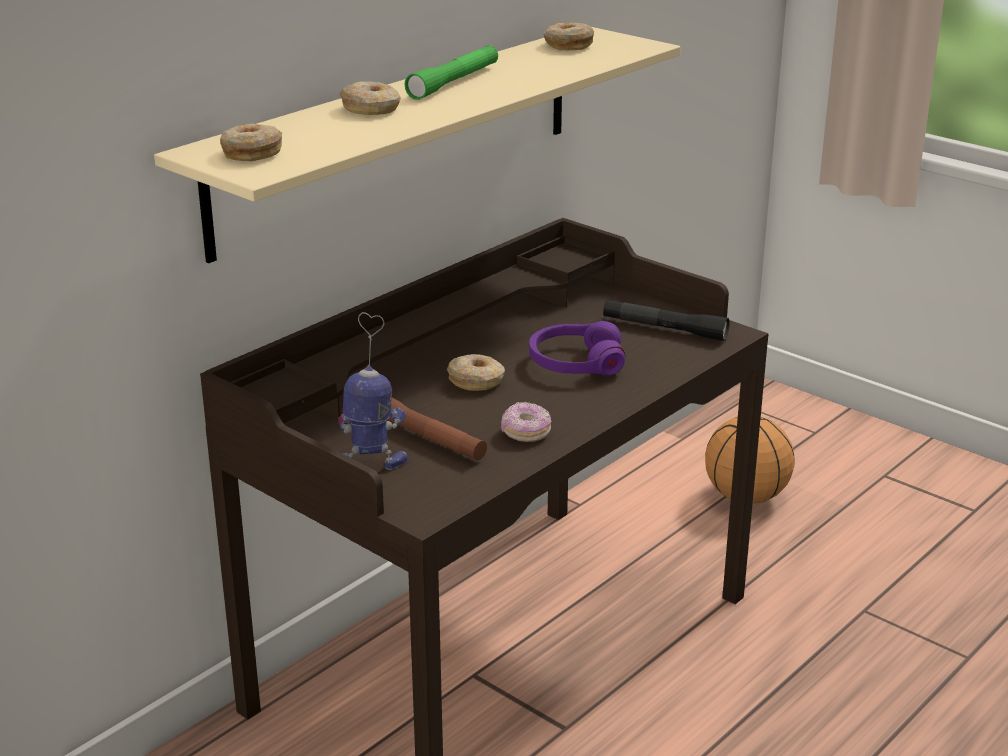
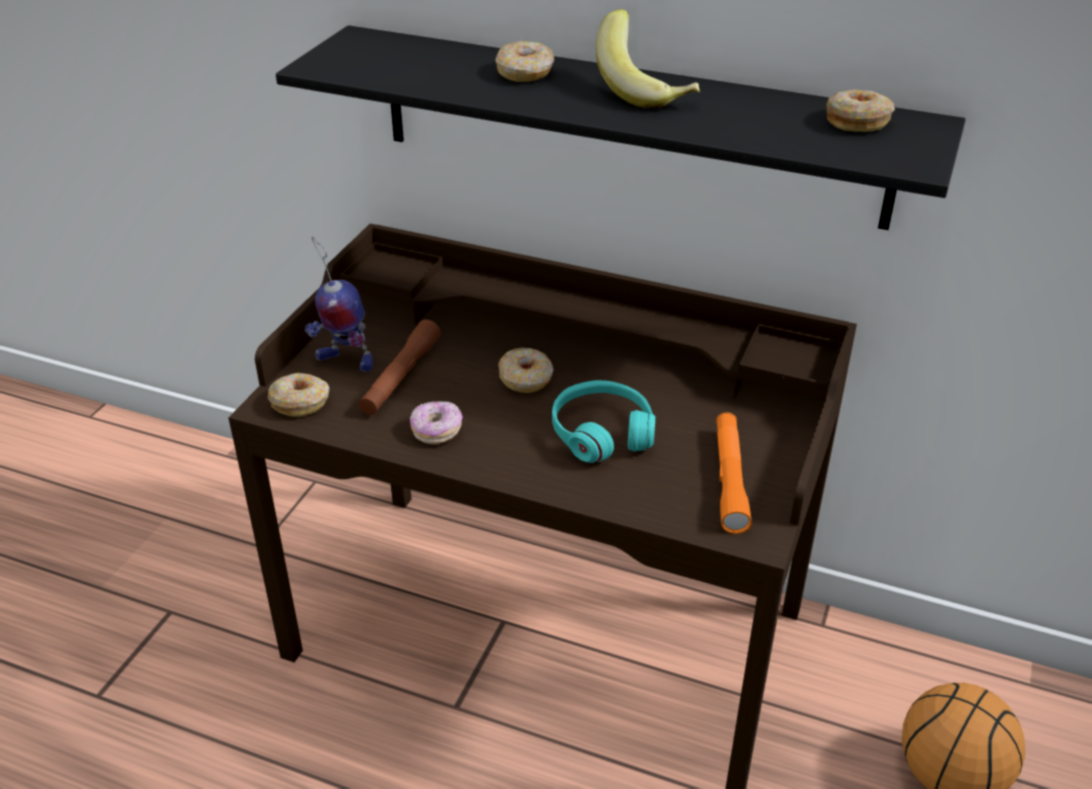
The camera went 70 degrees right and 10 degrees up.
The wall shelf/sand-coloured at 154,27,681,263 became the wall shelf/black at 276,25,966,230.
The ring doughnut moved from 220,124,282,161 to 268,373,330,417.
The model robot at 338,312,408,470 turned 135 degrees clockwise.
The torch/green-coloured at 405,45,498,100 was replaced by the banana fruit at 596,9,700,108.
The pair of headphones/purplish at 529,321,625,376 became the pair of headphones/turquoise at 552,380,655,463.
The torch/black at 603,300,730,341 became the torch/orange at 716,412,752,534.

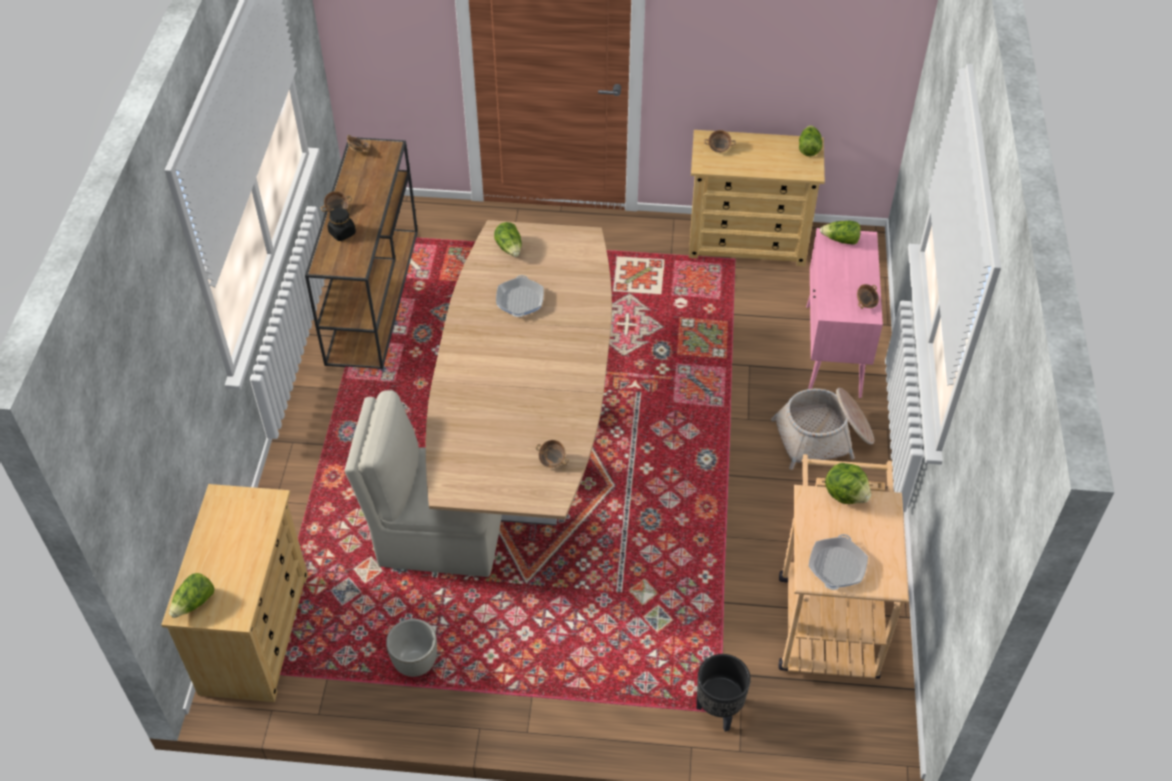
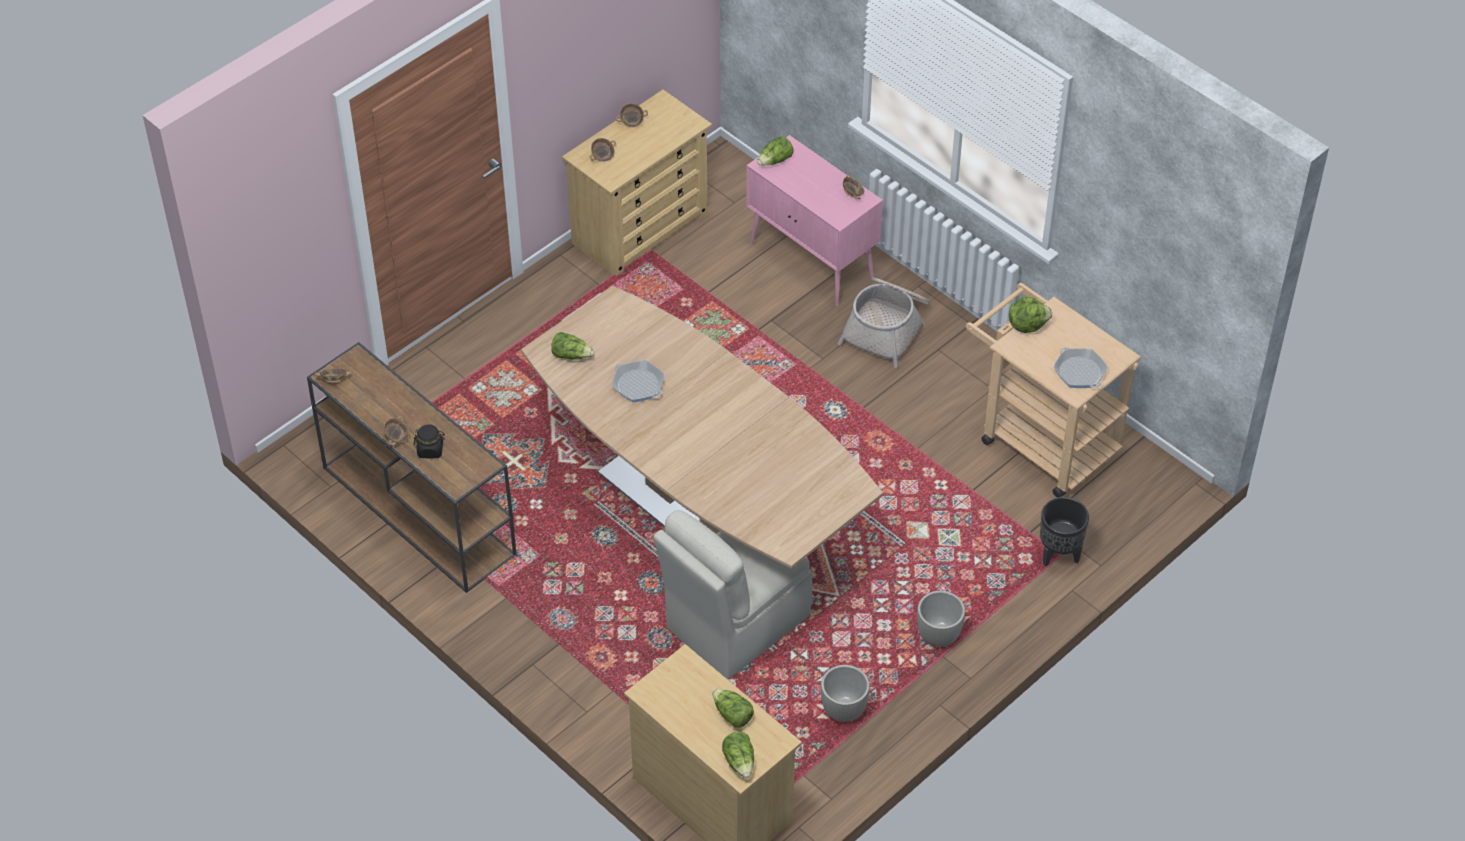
The camera went 50 degrees left and 0 degrees up.
The serving bowl moved from 536,440,569,468 to 616,103,648,127.
The lettuce moved from 799,125,822,156 to 712,689,754,728.
The plant pot/grey at 917,591,965,646 appeared.

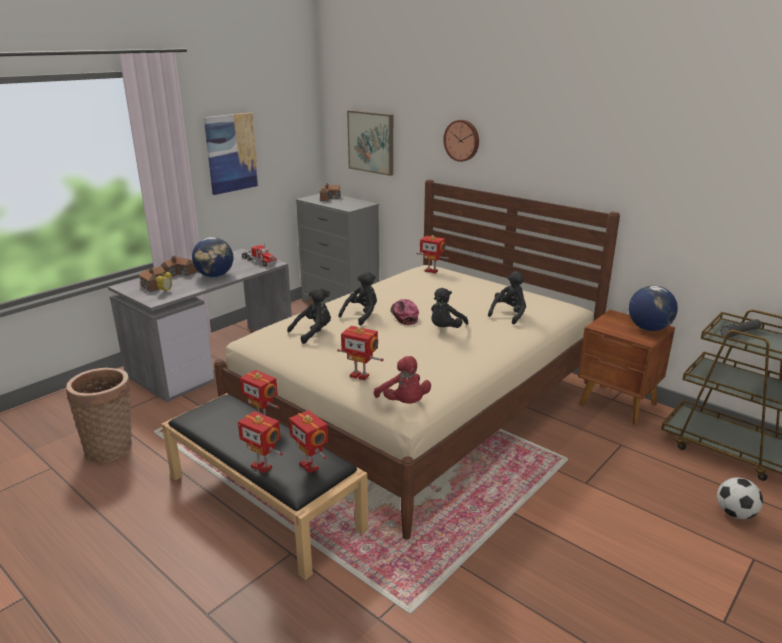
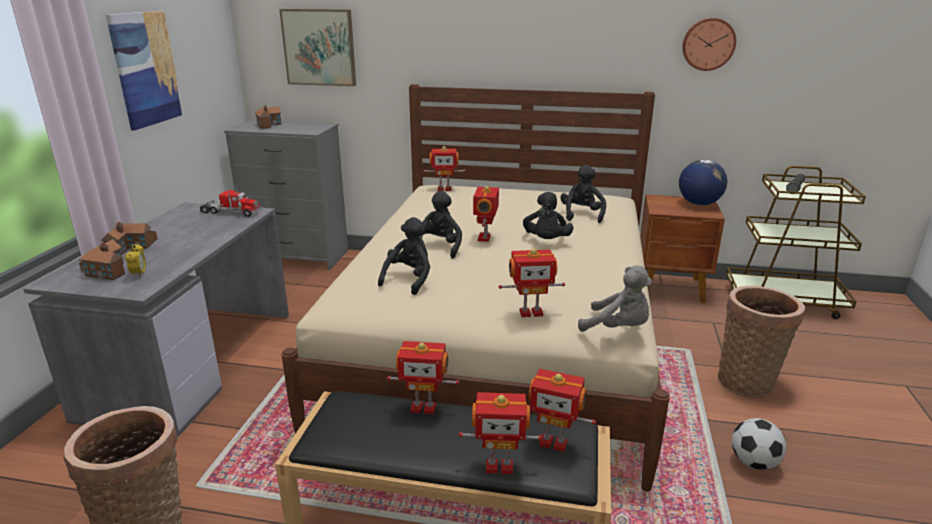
The camera went 30 degrees left and 0 degrees up.
The globe at 192,237,233,277 disappeared.
The soft toy/reddish at 374,356,431,404 became the soft toy/grey at 578,265,652,332.
The cap at 390,299,419,325 was replaced by the model robot at 473,186,499,242.
The clock on the wall moved from 443,120,479,162 to 682,18,736,71.
The football ball moved from 717,477,763,519 to 732,418,786,470.
The basket at 718,286,805,398 appeared.

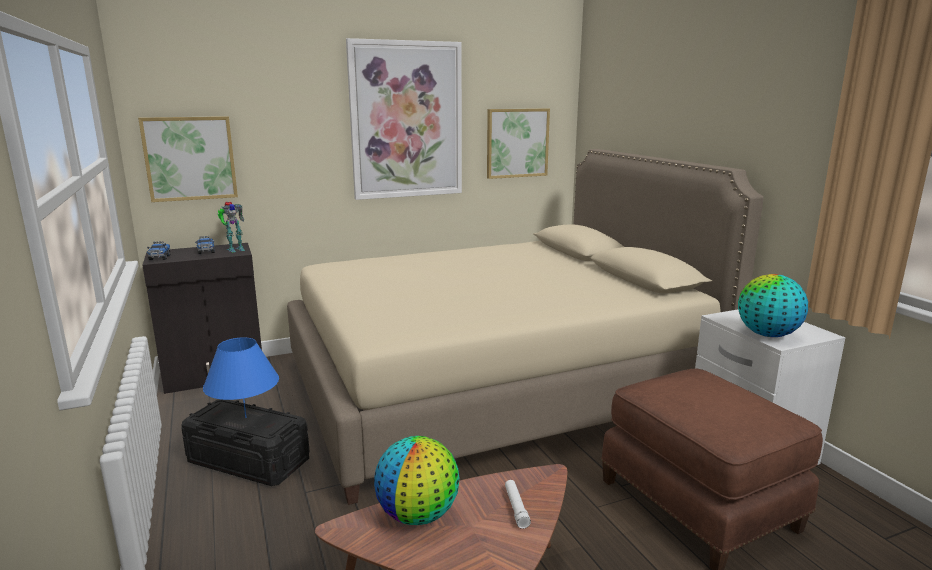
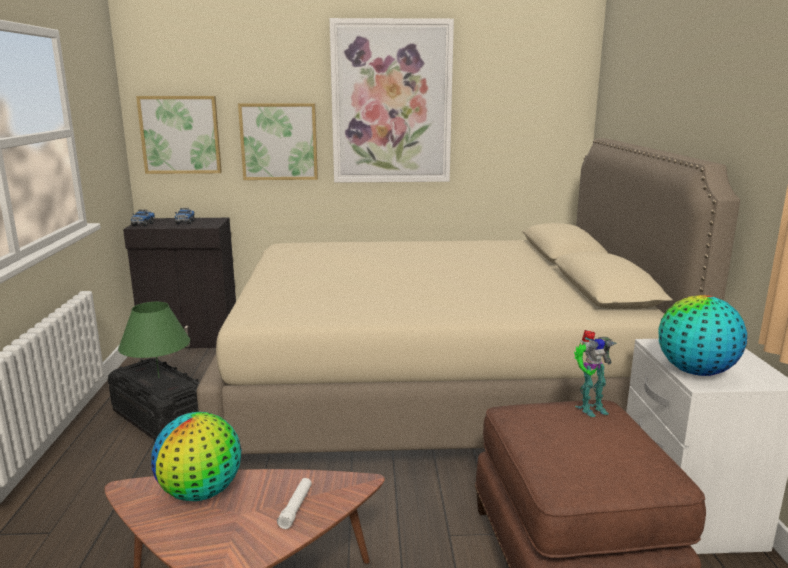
The camera went 20 degrees right and 0 degrees up.
The tabletop lamp/blue at 203,337,279,418 became the tabletop lamp/green-coloured at 118,302,190,378.
The model robot moved from 217,202,245,252 to 574,330,617,417.
The wall picture moved from 487,108,550,179 to 238,103,318,180.

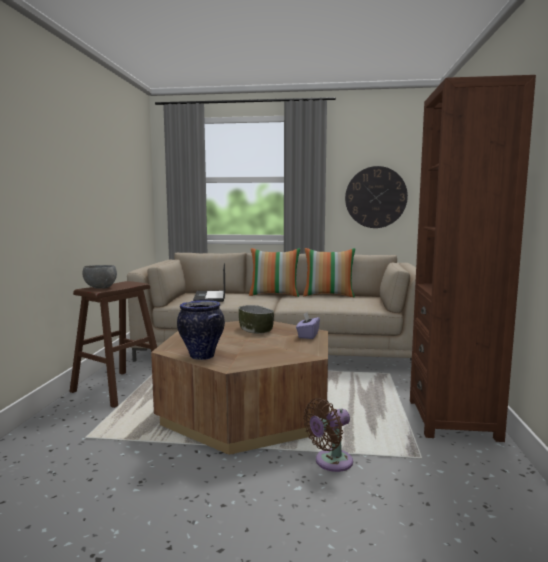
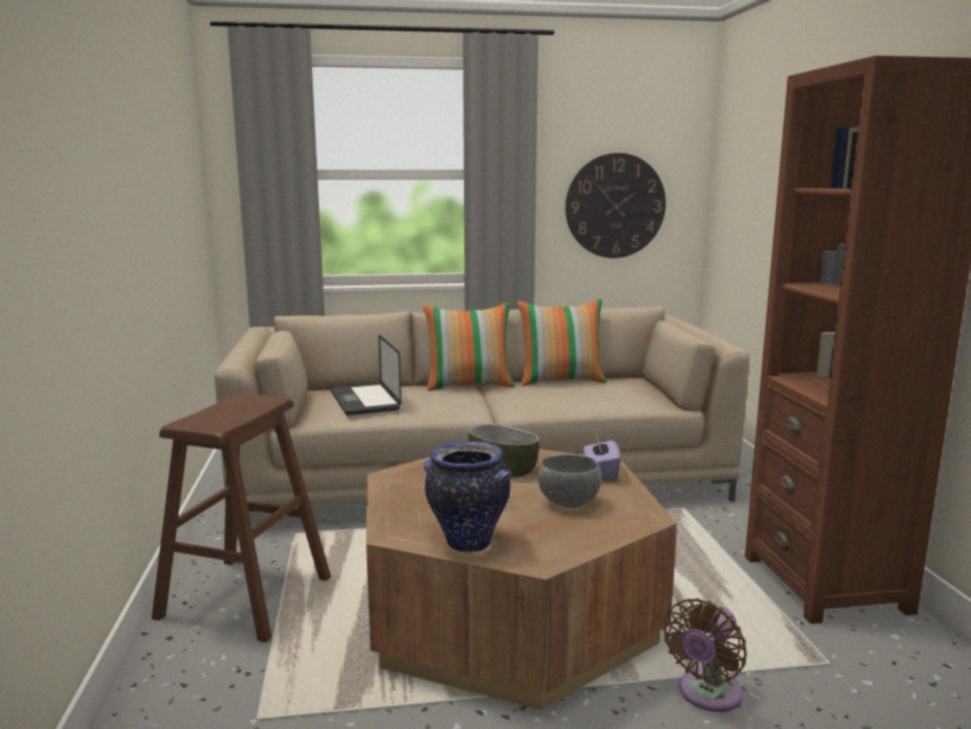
The camera went 15 degrees left and 5 degrees up.
The serving bowl/grey moved from 82,265,117,289 to 538,455,602,508.

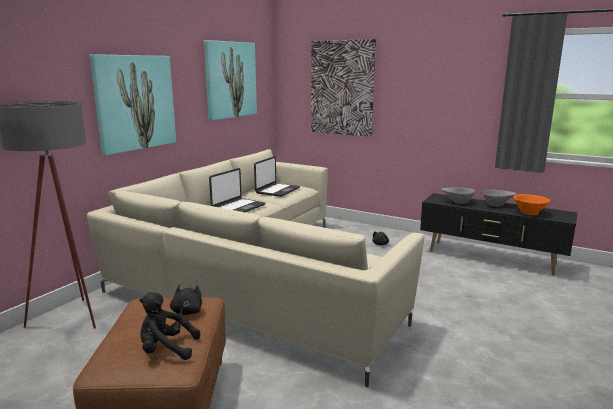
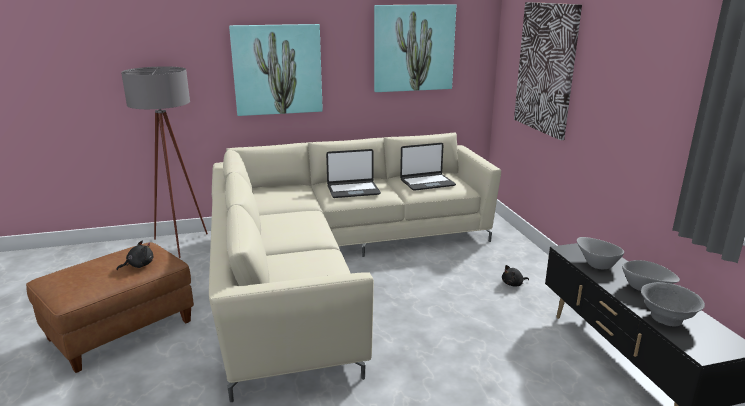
The camera went 45 degrees right and 5 degrees up.
The soft toy/black at 140,292,200,360 disappeared.
The serving bowl/orange at 513,194,550,215 became the serving bowl/grey at 641,282,705,326.

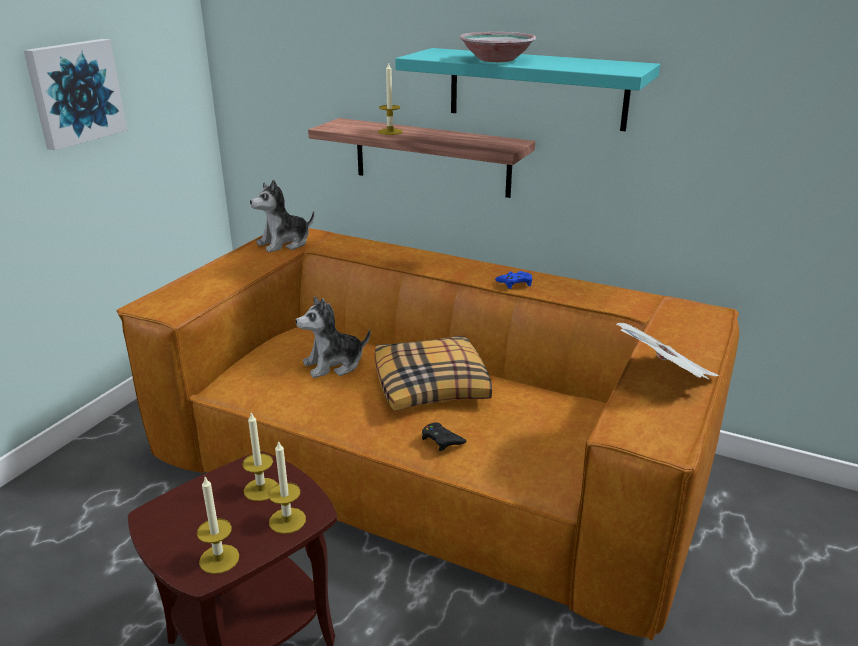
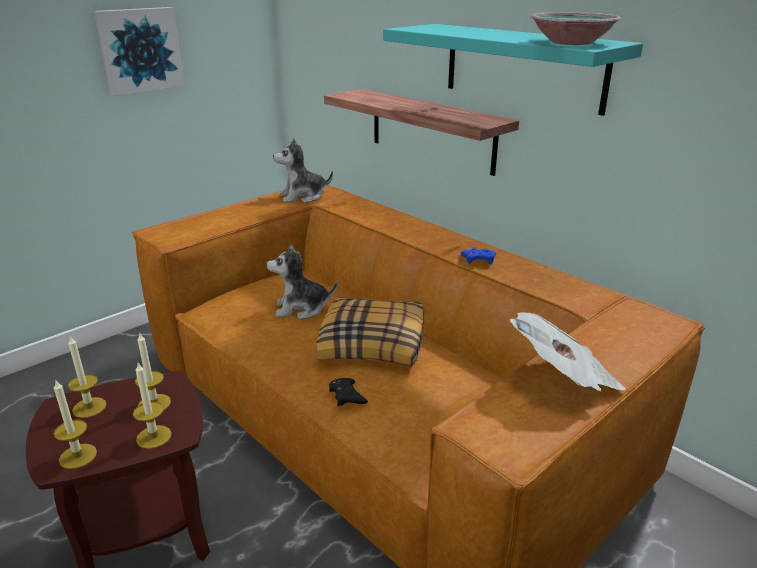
The camera went 20 degrees right and 0 degrees up.
The wax candle moved from 378,62,402,135 to 68,336,107,418.
The serving bowl moved from 459,32,536,62 to 531,12,621,45.

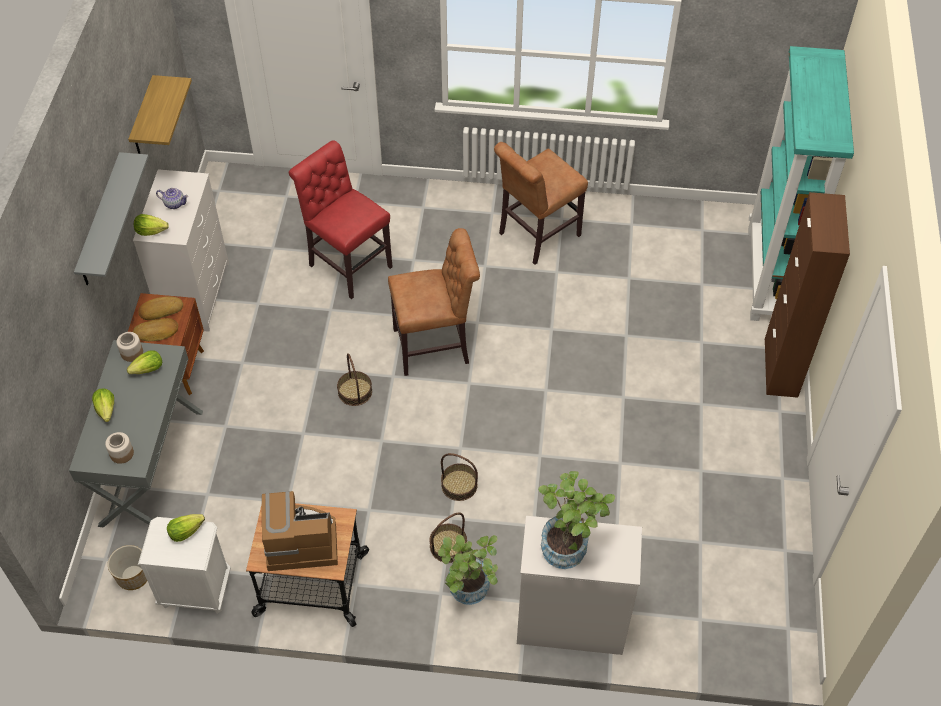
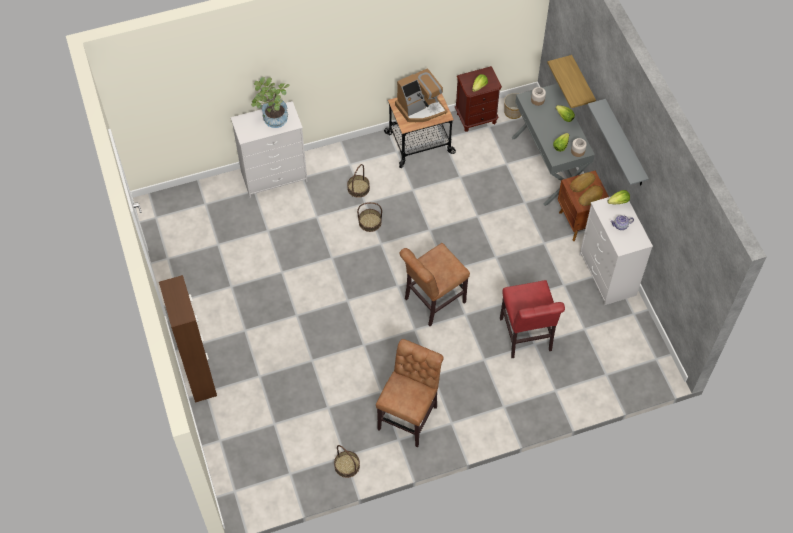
The camera went 155 degrees right and 5 degrees up.
The wall shelf moved from 128,75,192,154 to 547,55,596,108.
The night table/whitish at 138,517,231,614 became the night table/brown at 455,66,502,132.
The upright chair/reddish at 289,140,393,299 turned 60 degrees clockwise.
The basket moved from 337,353,372,406 to 334,445,360,478.
The houseplant at 438,534,498,605 disappeared.
The shelving unit/turquoise at 748,46,854,321 disappeared.

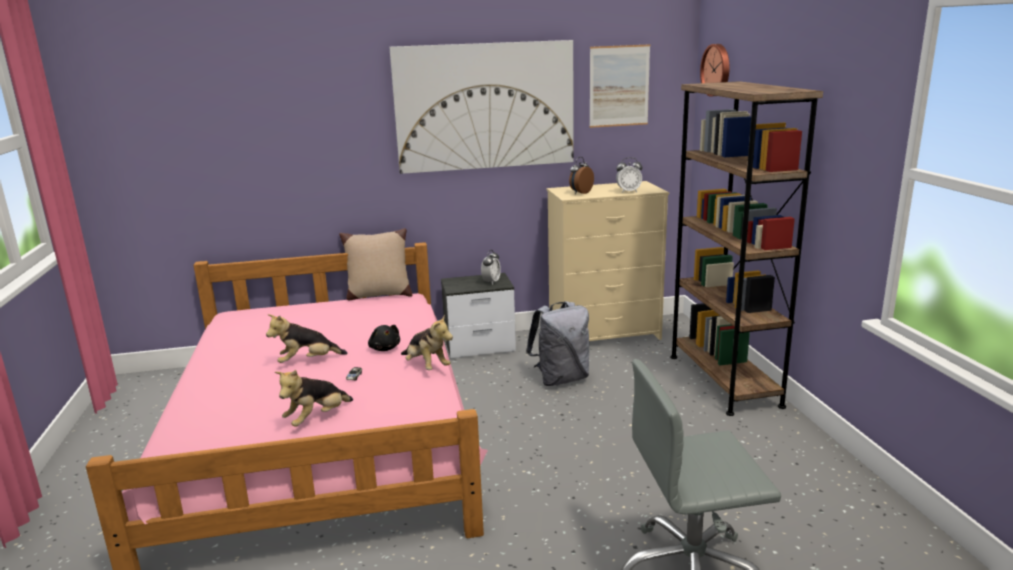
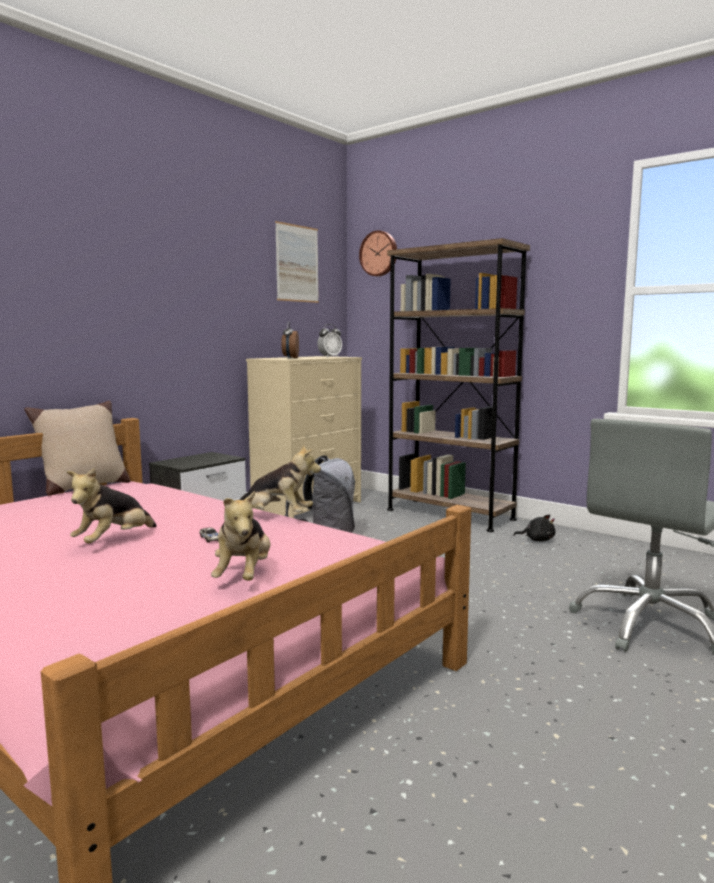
The camera went 40 degrees left and 10 degrees down.
The soft toy/black moved from 368,325,400,351 to 513,514,555,542.
The wall picture at 389,40,573,174 disappeared.
The bedside clock at 481,250,501,285 disappeared.

